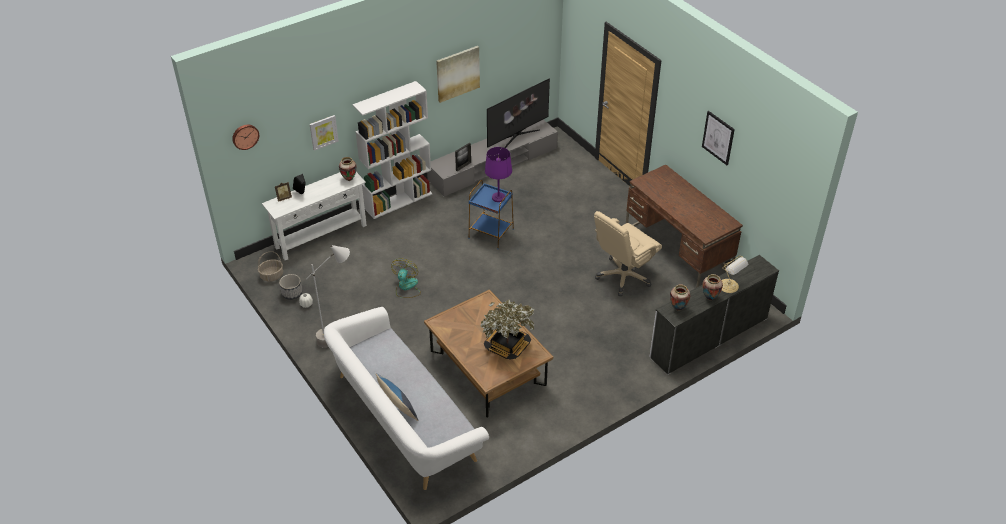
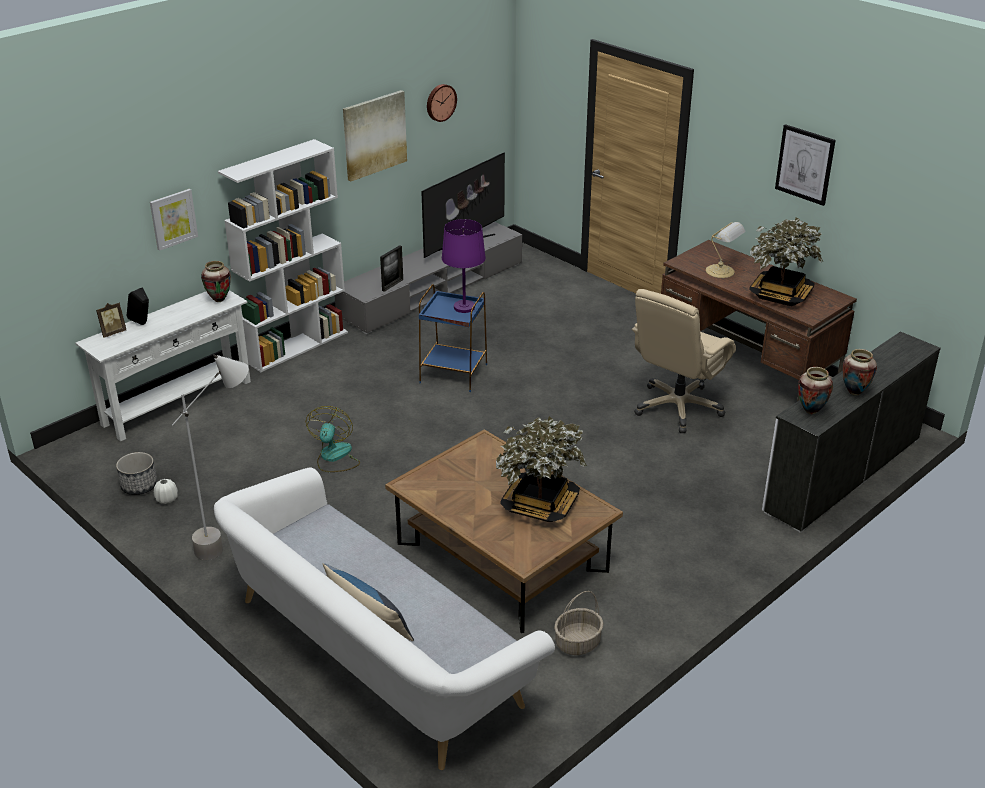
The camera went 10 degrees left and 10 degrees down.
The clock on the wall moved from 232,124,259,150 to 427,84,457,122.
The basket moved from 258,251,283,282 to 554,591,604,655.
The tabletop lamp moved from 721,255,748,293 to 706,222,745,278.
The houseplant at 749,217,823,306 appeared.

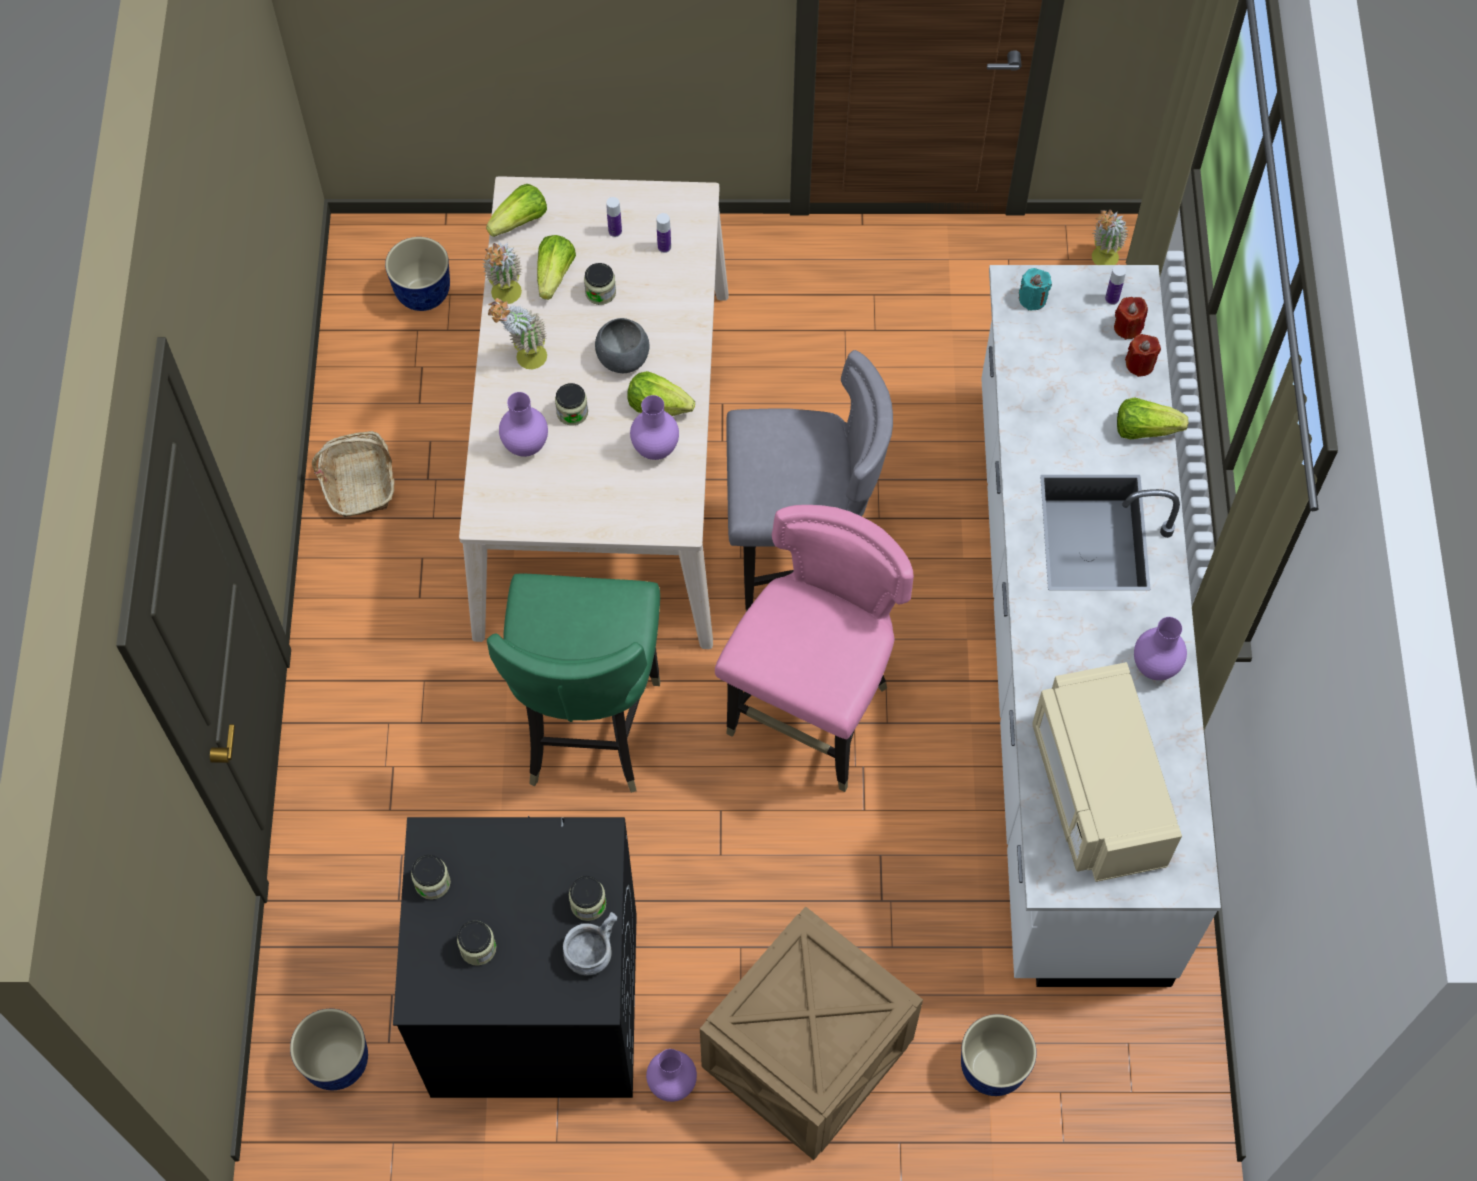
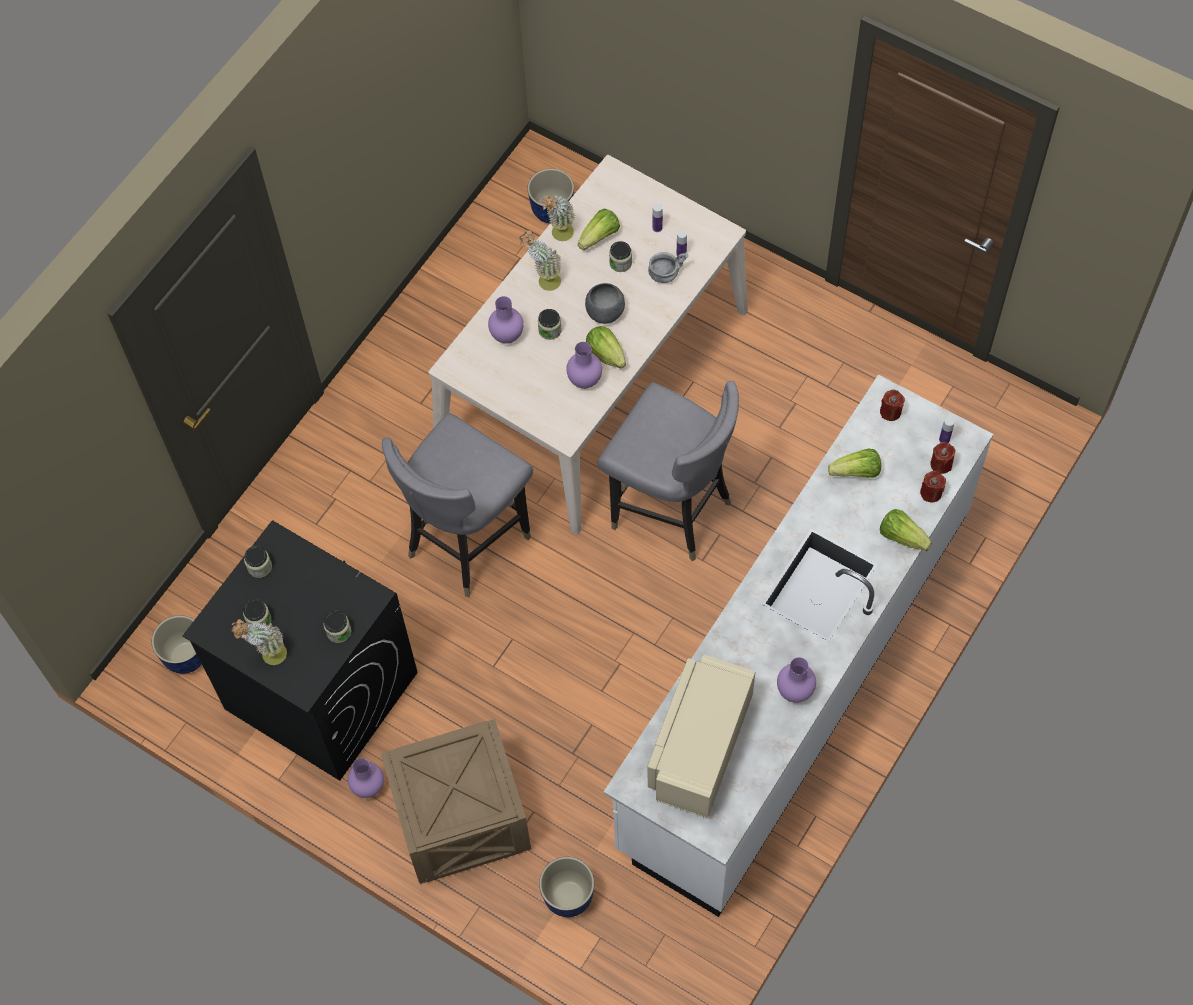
The camera went 35 degrees right and 0 degrees up.
The basket at 312,431,395,517 disappeared.
The lettuce moved from 486,184,547,237 to 828,448,881,478.
The upright chair/green-coloured at 487,574,660,793 became the upright chair/grey at 382,413,533,597.
The serving bowl/grey moved from 563,912,617,976 to 648,252,688,283.
The upright chair/pink at 715,505,914,792 disappeared.
The wax candle/turquoise at 1019,268,1052,310 became the wax candle/reddish at 880,390,905,421.
The houseplant moved from 1092,209,1128,265 to 231,619,287,665.

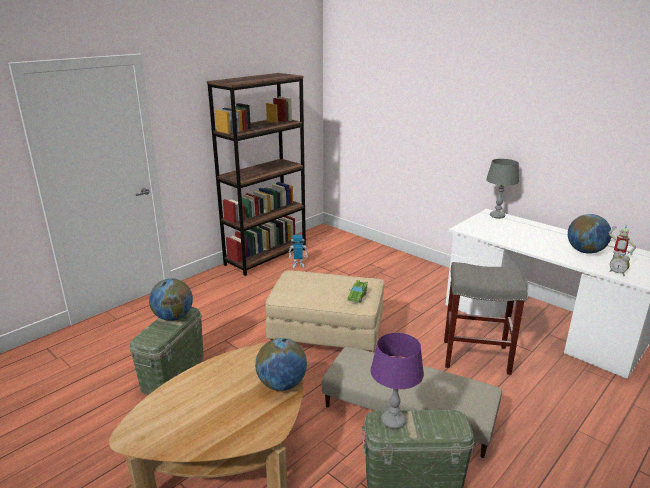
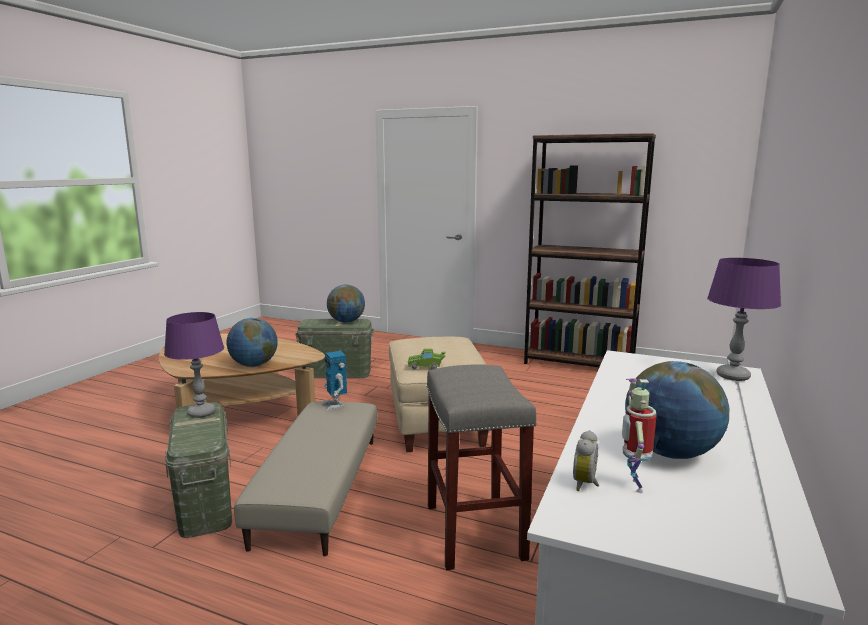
The camera went 70 degrees right and 10 degrees down.
The model robot moved from 288,235,308,268 to 321,351,347,412.
The tabletop lamp/grey at 486,159,519,219 became the tabletop lamp/purplish at 707,258,781,381.

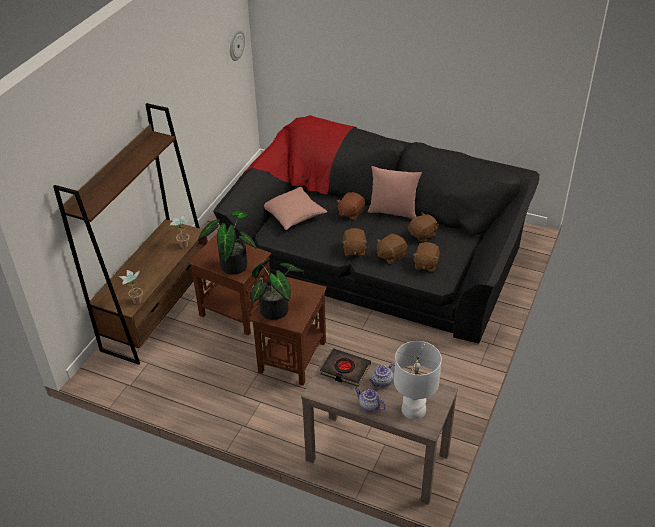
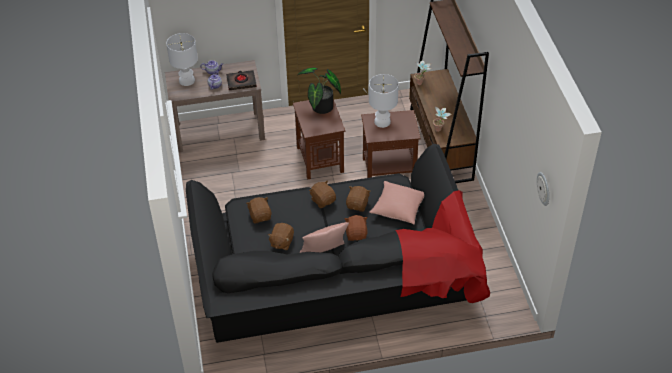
The camera went 145 degrees right and 5 degrees up.
The houseplant at 198,211,257,275 was replaced by the tabletop lamp/whitish at 369,74,399,128.
The soft toy/brown moved from 377,234,407,264 to 346,186,371,212.

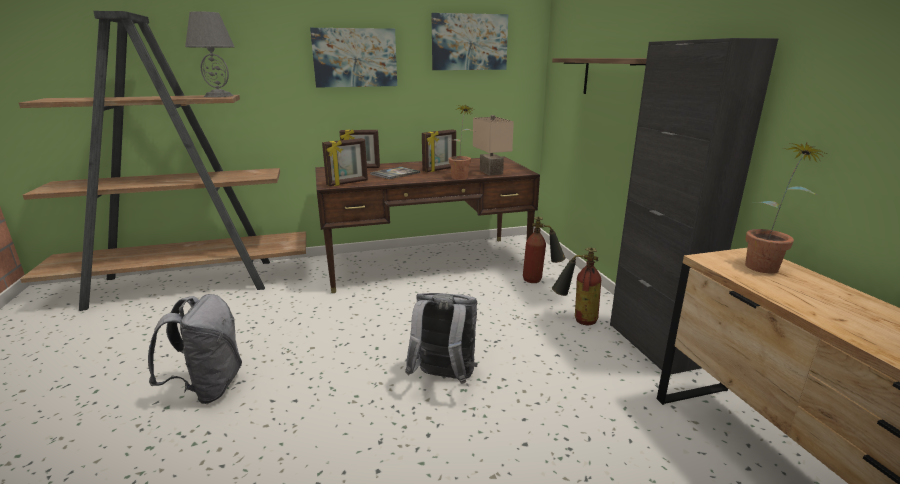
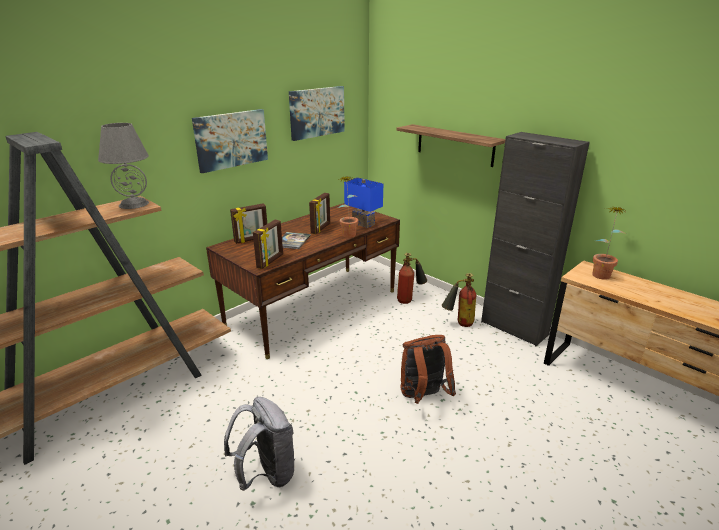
The camera went 30 degrees left and 5 degrees up.
The backpack/grey at 405,293,477,384 became the backpack/brown at 400,335,456,404.
The tabletop lamp/sand-coloured at 473,115,514,175 became the tabletop lamp/blue at 344,178,383,228.

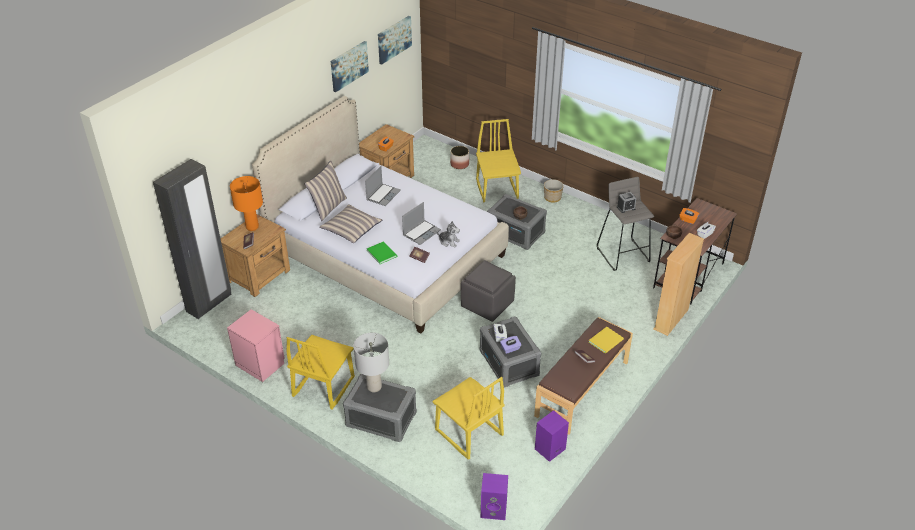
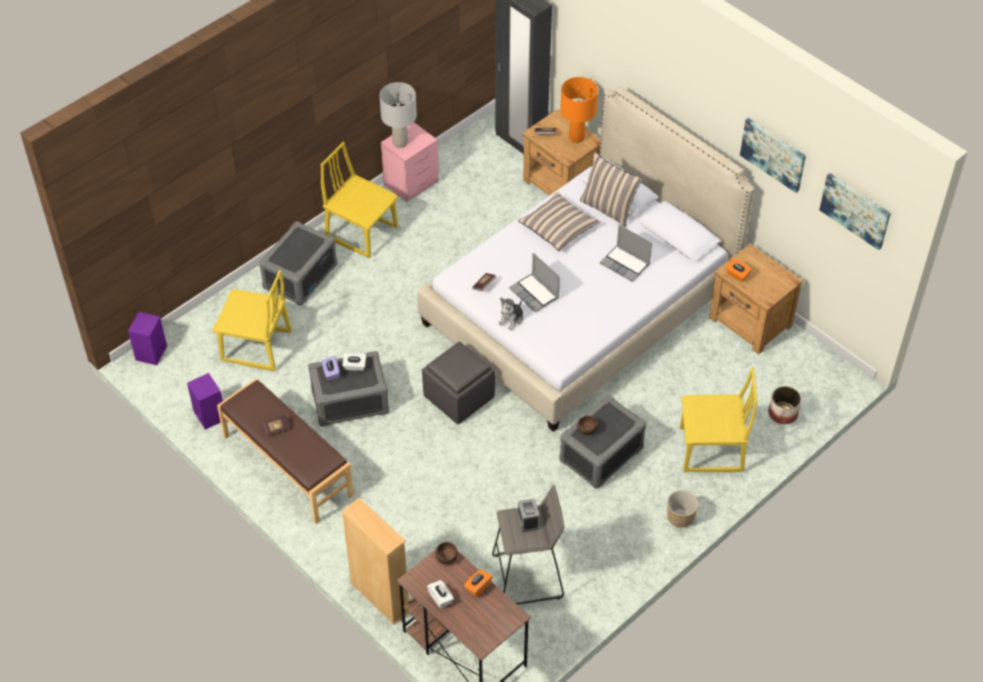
The camera went 100 degrees right and 10 degrees up.
The tabletop lamp/grey moved from 354,333,389,392 to 379,82,417,148.
The book/green-coloured at 367,241,397,264 disappeared.
The upright chair/yellow-coloured at 433,377,505,460 turned 135 degrees counterclockwise.
The book/yellow-coloured at 589,327,624,353 disappeared.

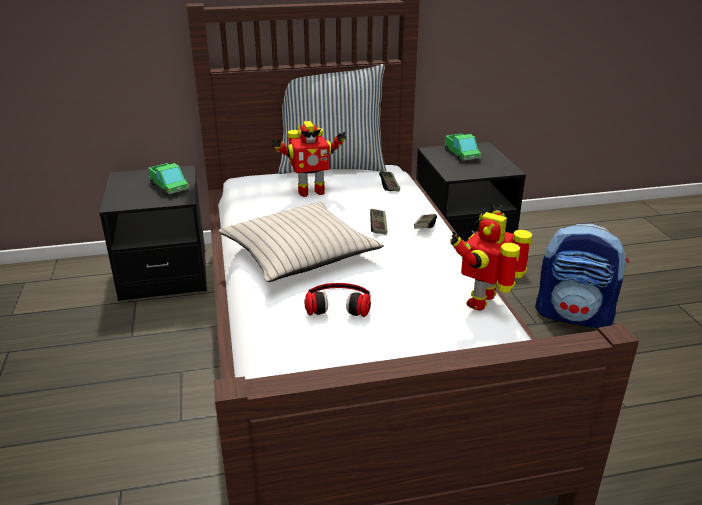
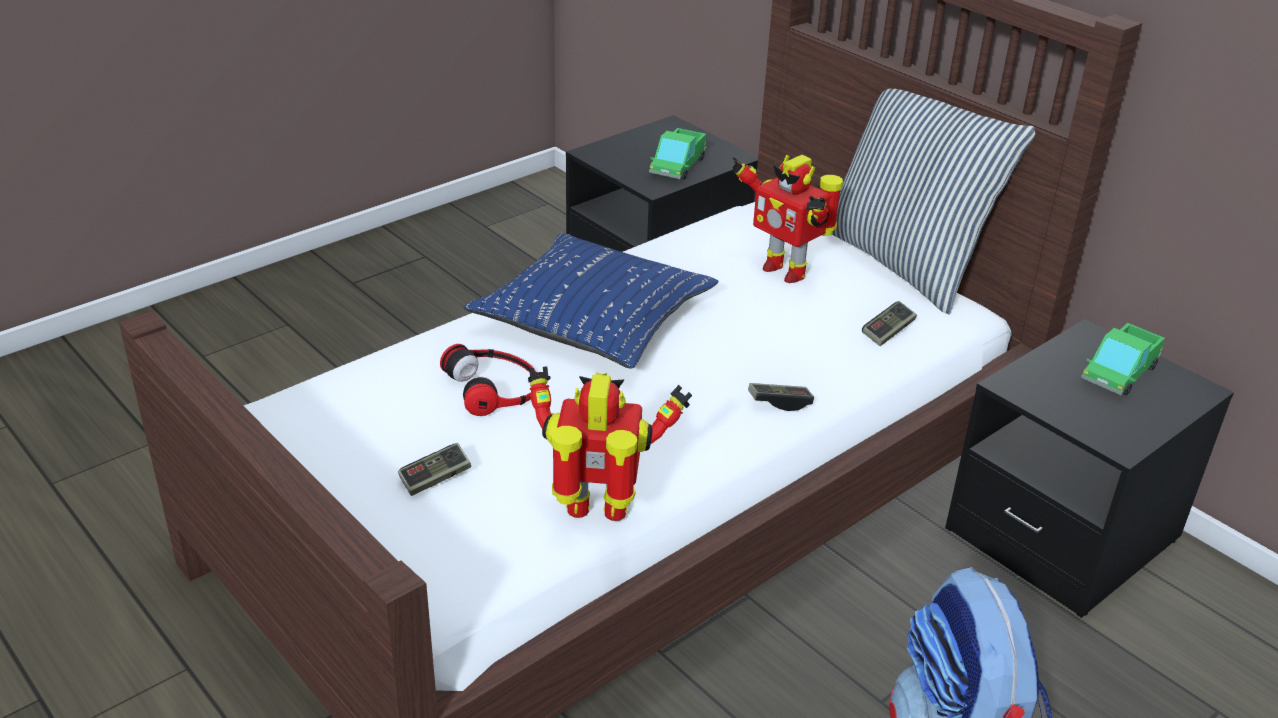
The camera went 60 degrees right and 5 degrees up.
The pillow/sand-coloured at 218,202,384,282 became the pillow/blue at 463,233,718,369.
The game controller moved from 370,209,388,235 to 398,443,471,496.

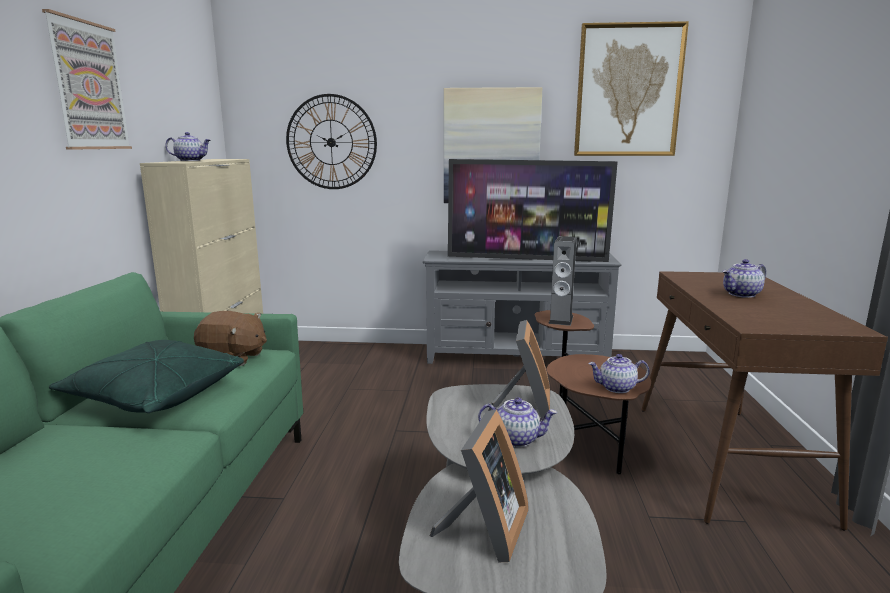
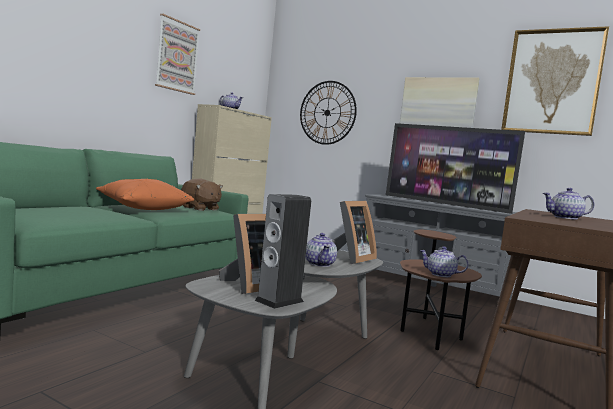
The camera went 25 degrees right and 10 degrees down.
The pillow/green-coloured at 49,340,244,413 became the pillow/orange at 96,178,194,210.
The tea pot at 478,398,557,447 turned 45 degrees clockwise.
The loudspeaker moved from 548,236,576,326 to 254,194,311,309.

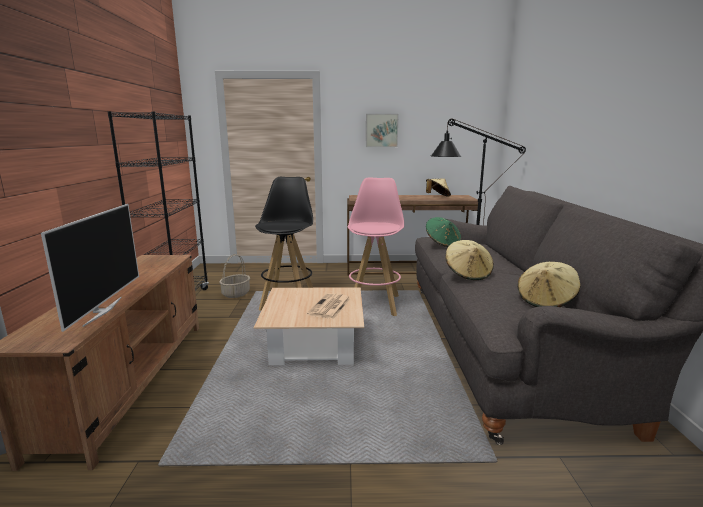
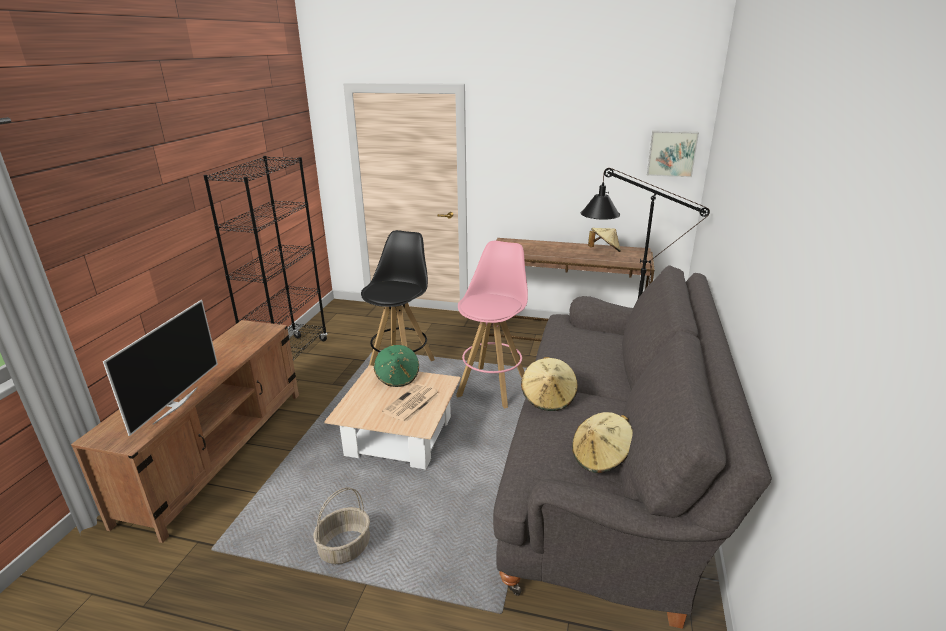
The camera went 15 degrees right and 10 degrees up.
The basket moved from 219,254,250,298 to 313,487,370,564.
The wall picture moved from 366,114,399,147 to 647,131,699,177.
The wearable hat/green-coloured moved from 426,217,461,247 to 374,345,419,387.

